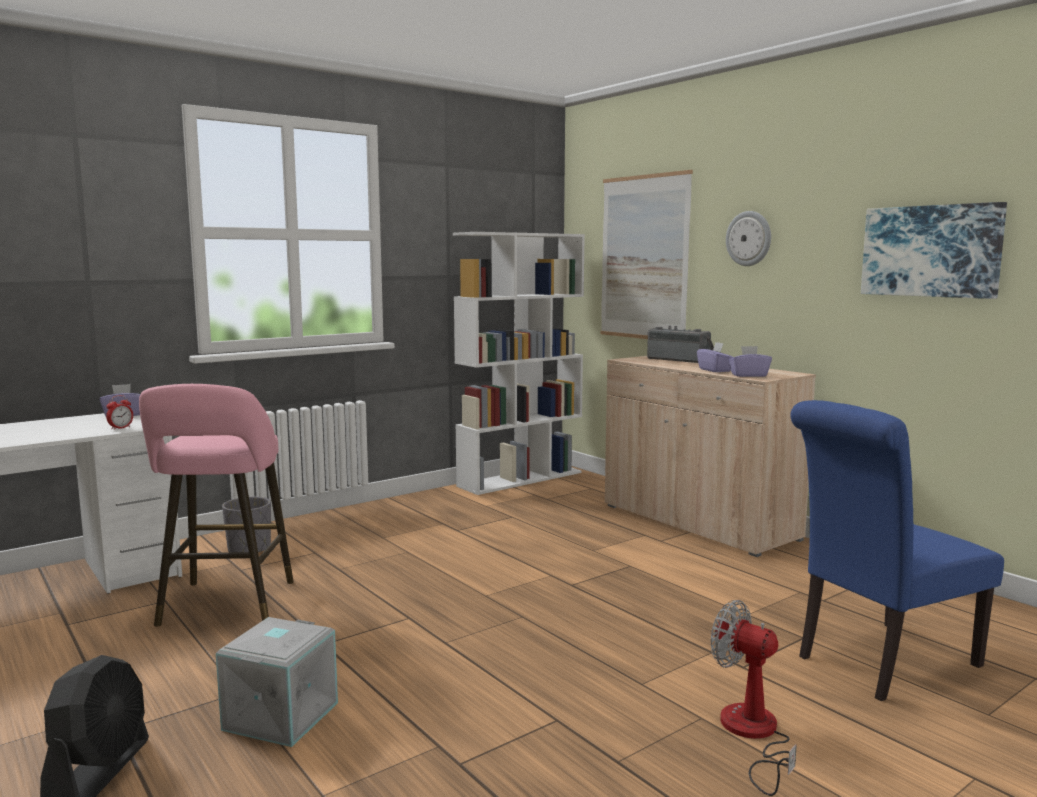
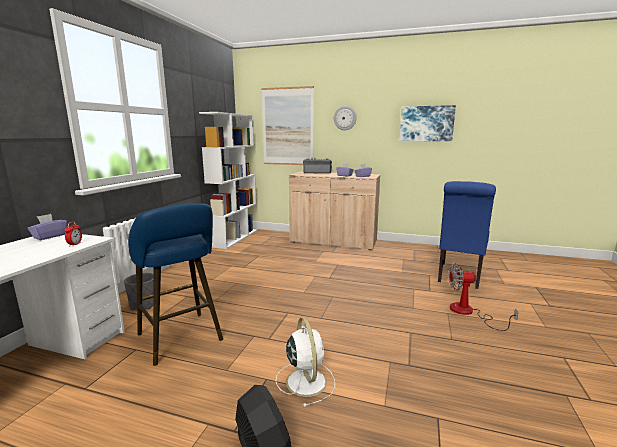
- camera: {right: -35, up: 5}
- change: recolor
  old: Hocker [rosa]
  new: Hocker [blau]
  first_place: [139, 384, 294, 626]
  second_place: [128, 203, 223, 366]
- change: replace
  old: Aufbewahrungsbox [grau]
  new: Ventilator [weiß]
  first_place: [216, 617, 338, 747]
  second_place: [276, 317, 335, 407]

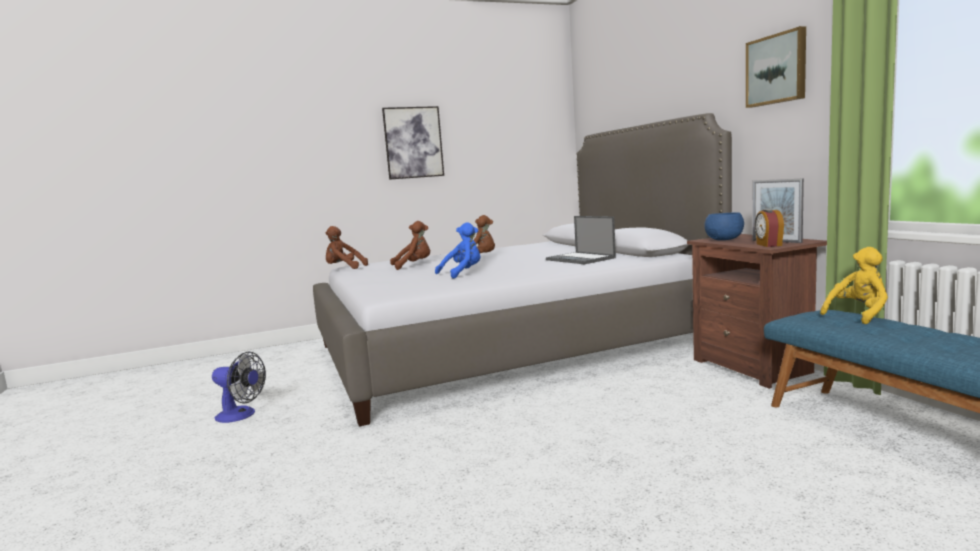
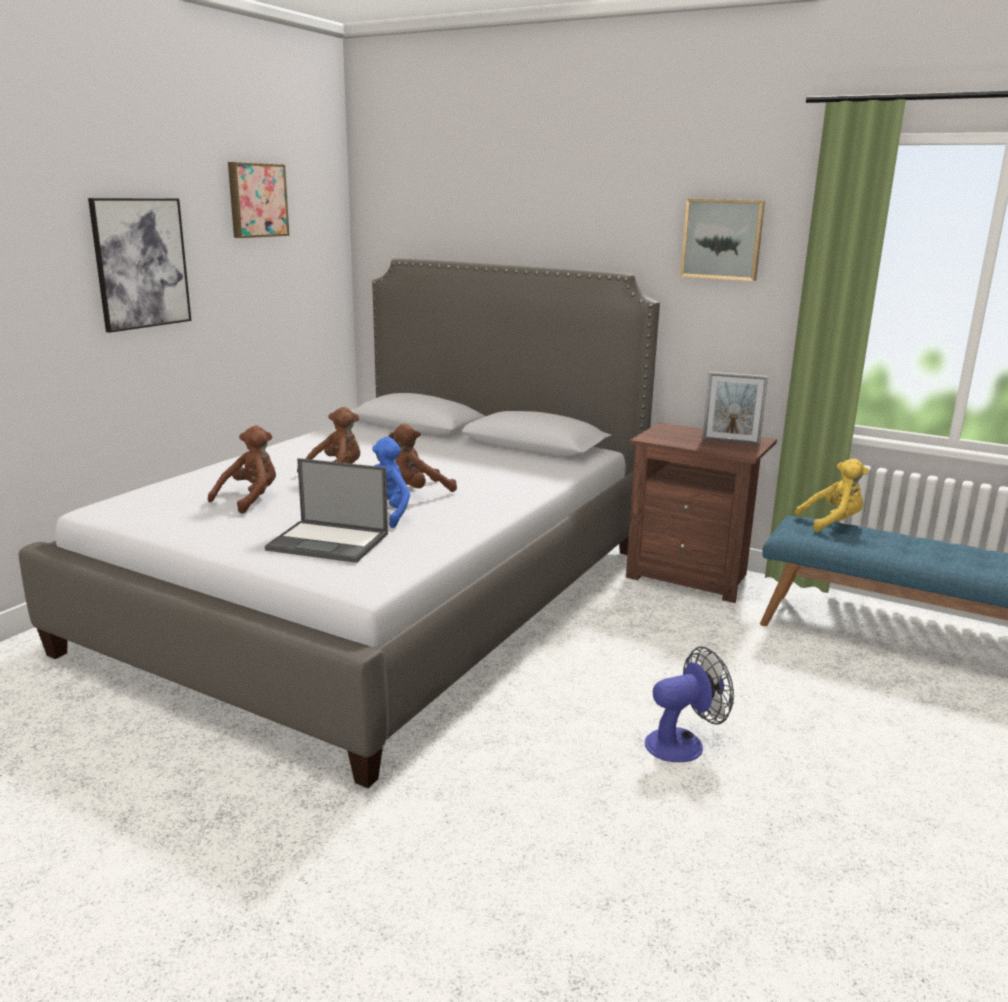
- camera: {right: -40, up: 10}
- change: insert
  new: Bild
  second_place: [228, 162, 290, 238]
- change: move
  old: Laptop
  first_place: [546, 216, 616, 264]
  second_place: [265, 458, 388, 563]
- change: move
  old: Plüschtier [braun]
  first_place: [326, 226, 368, 269]
  second_place: [388, 424, 457, 492]
- change: move
  old: Ventilator
  first_place: [212, 352, 266, 423]
  second_place: [645, 646, 734, 762]
- change: rotate
  old: Plüschtier [gelb]
  first_place: [820, 247, 888, 324]
  second_place: [795, 459, 869, 532]
  degrees: 60
- change: delete
  old: Schüssel [blau]
  first_place: [704, 212, 744, 240]
- change: delete
  old: Wecker
  first_place: [755, 209, 784, 247]

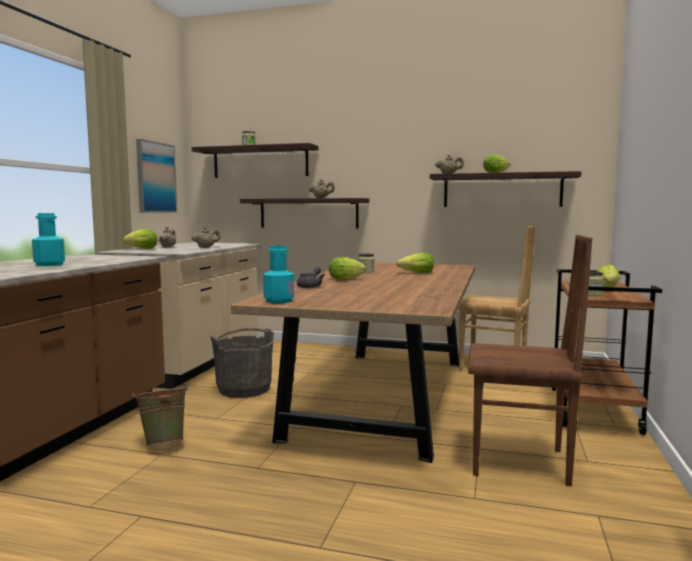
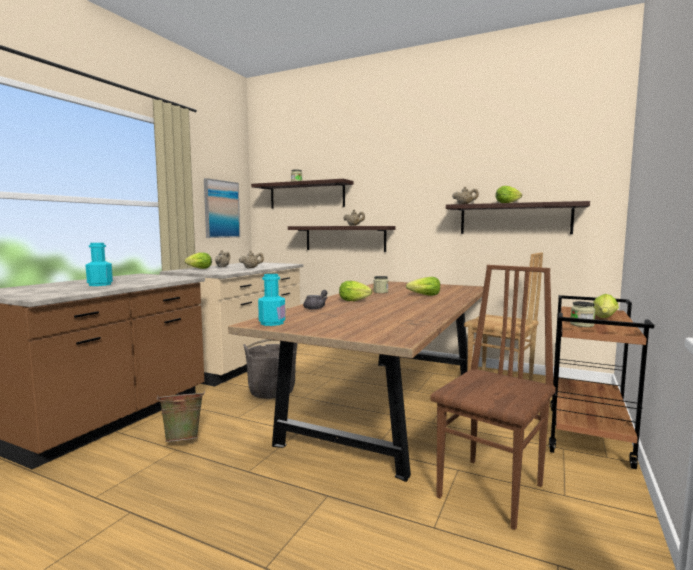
- camera: {right: 10, up: 0}
- change: rotate
  old: Stuhl [braun]
  first_place: [468, 235, 592, 486]
  second_place: [430, 265, 556, 530]
  degrees: -75

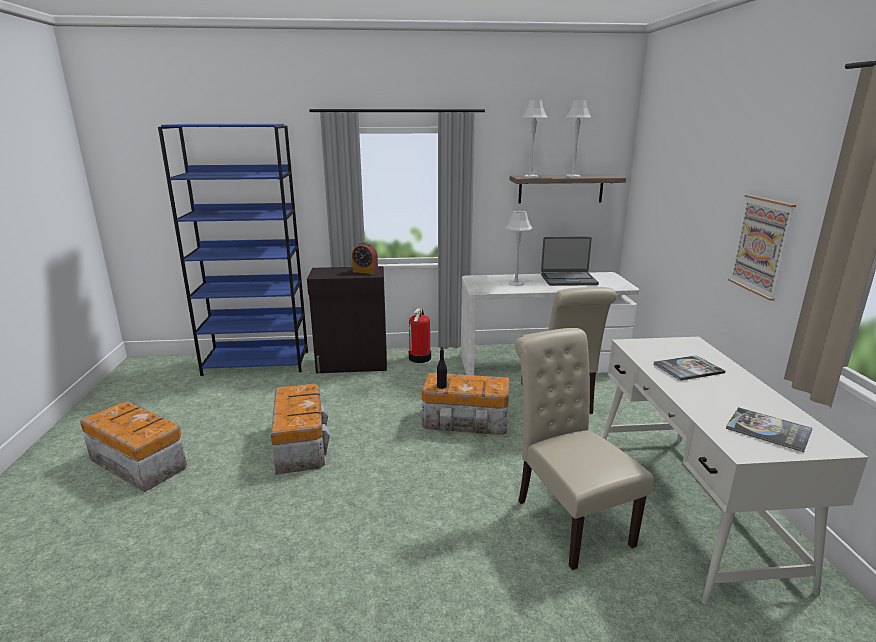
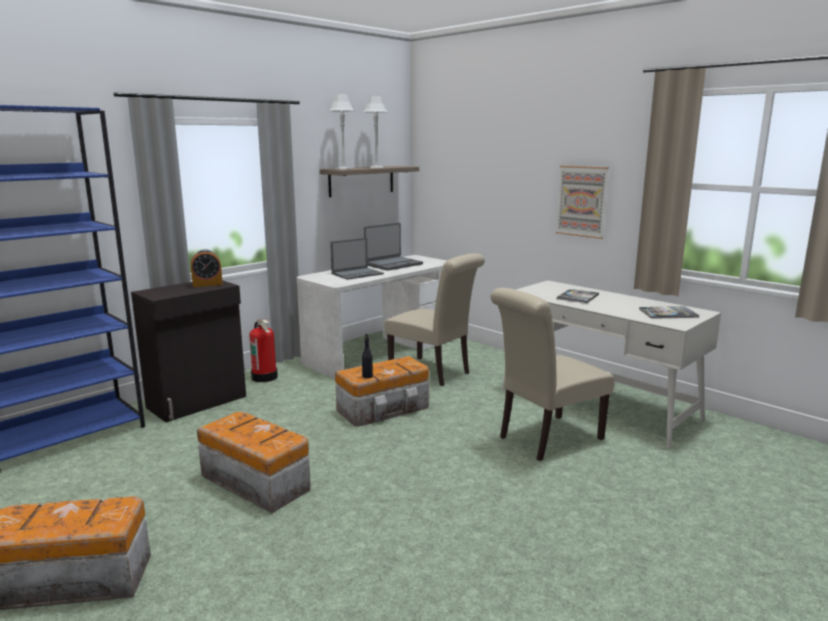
- camera: {right: -40, up: -5}
- change: replace
  old: Tischlampe [grau]
  new: Laptop
  first_place: [506, 211, 532, 286]
  second_place: [330, 238, 384, 280]
- change: rotate
  old: Stuhl [beige]
  first_place: [515, 328, 654, 570]
  second_place: [491, 288, 615, 461]
  degrees: -60

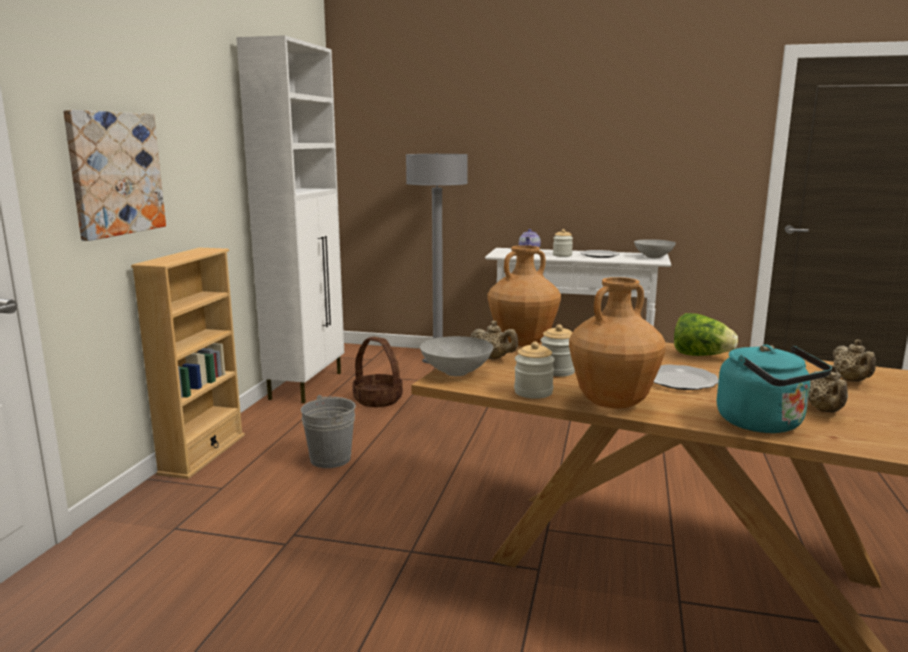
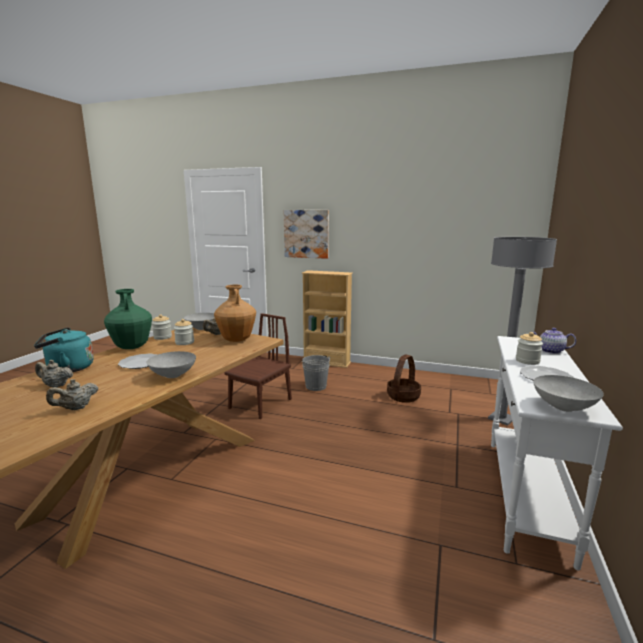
- camera: {right: 95, up: 0}
- change: rotate
  old: Teekanne [beige]
  first_place: [832, 339, 876, 382]
  second_place: [46, 379, 98, 410]
  degrees: -45
- change: recolor
  old: Vase [braun]
  new: Vase [grün]
  first_place: [569, 277, 666, 409]
  second_place: [104, 289, 152, 349]
- change: replace
  old: Salatkopf
  new: Schüssel [grau]
  first_place: [674, 313, 738, 356]
  second_place: [146, 351, 196, 378]
- change: insert
  new: Stuhl [braun]
  second_place: [224, 313, 292, 419]
- change: delete
  old: Schrank [weiß]
  first_place: [236, 35, 344, 403]

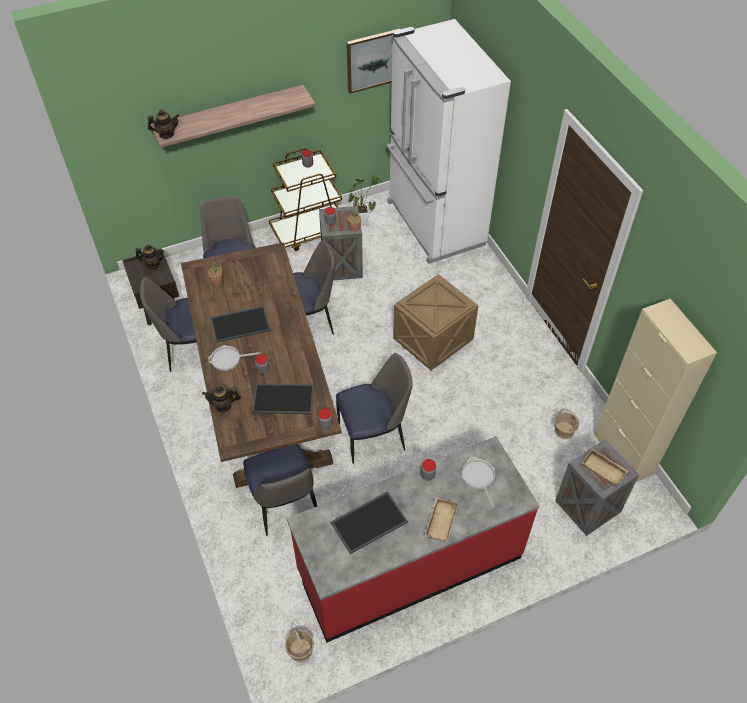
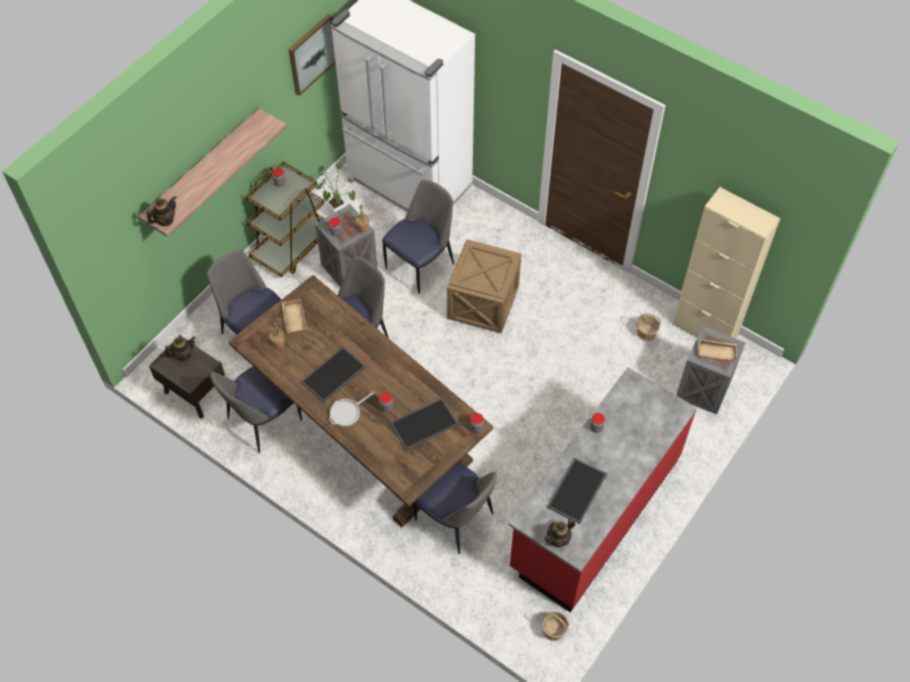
- camera: {right: -30, up: 5}
- change: move
  old: Tablett [beige]
  first_place: [424, 497, 458, 542]
  second_place: [282, 299, 307, 334]
- change: move
  old: Stuhl
  first_place: [336, 353, 412, 464]
  second_place: [382, 180, 454, 294]
- change: move
  old: Teekanne
  first_place: [202, 385, 241, 412]
  second_place: [544, 518, 575, 548]
- change: delete
  old: Pfanne
  first_place: [462, 457, 495, 508]

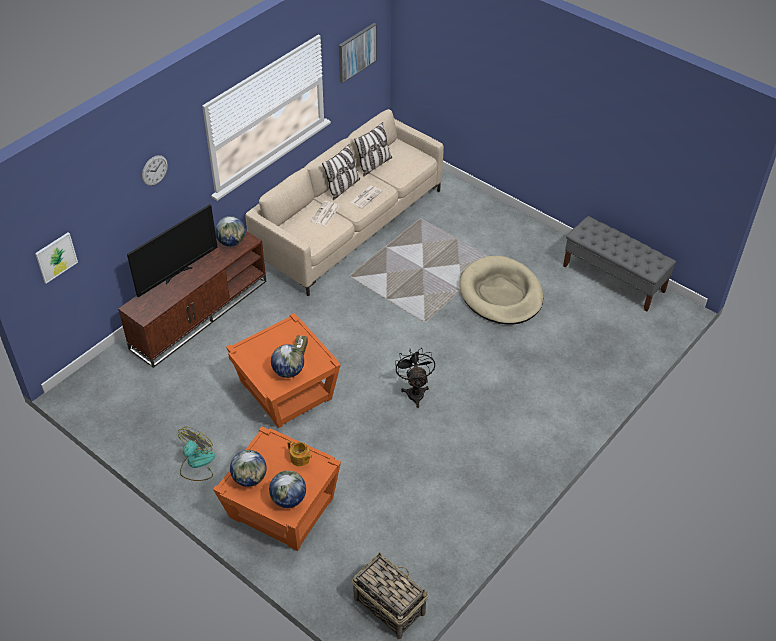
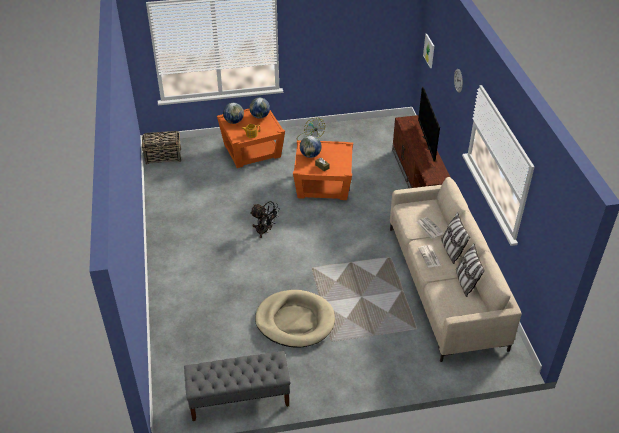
- camera: {right: 130, up: -5}
- change: delete
  old: Globus
  first_place: [215, 216, 245, 247]
- change: delete
  old: Bild
  first_place: [339, 23, 377, 83]

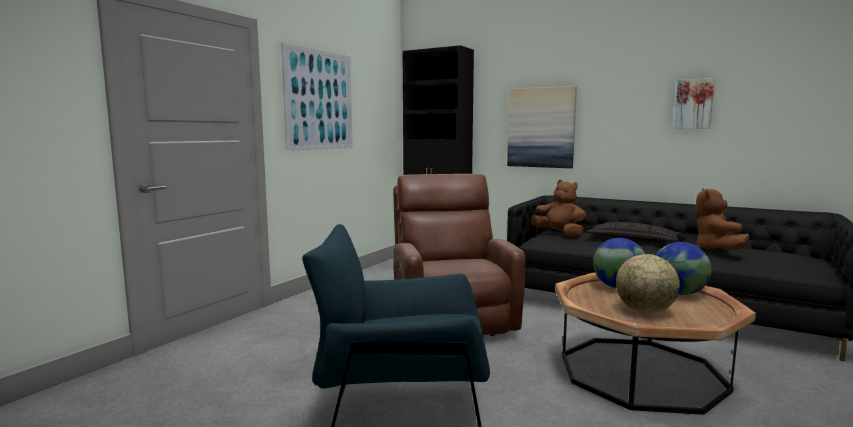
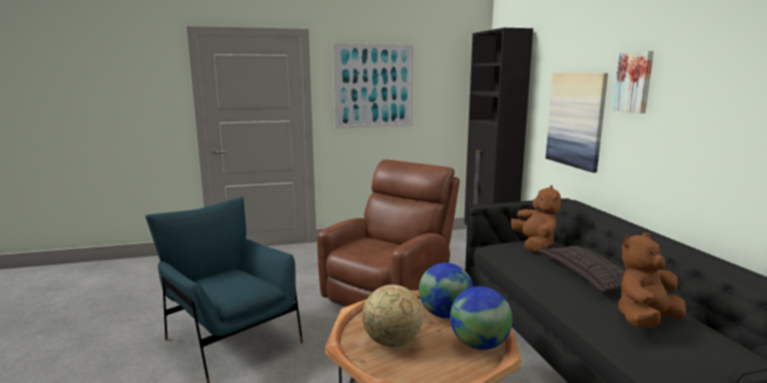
- camera: {right: 45, up: 5}
- change: move
  old: Bild
  first_place: [674, 78, 715, 129]
  second_place: [613, 51, 654, 113]

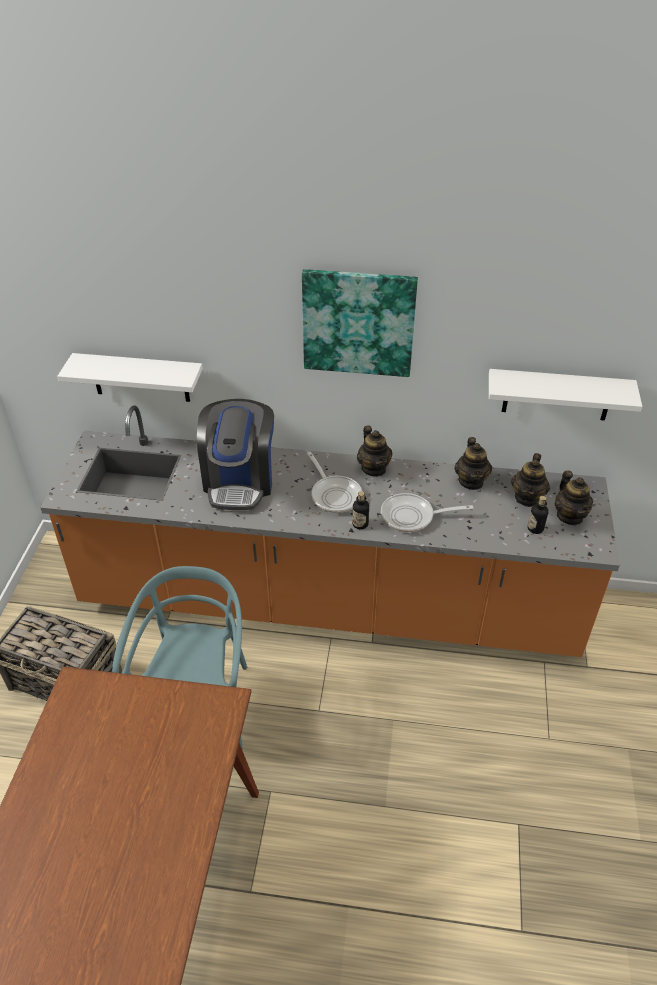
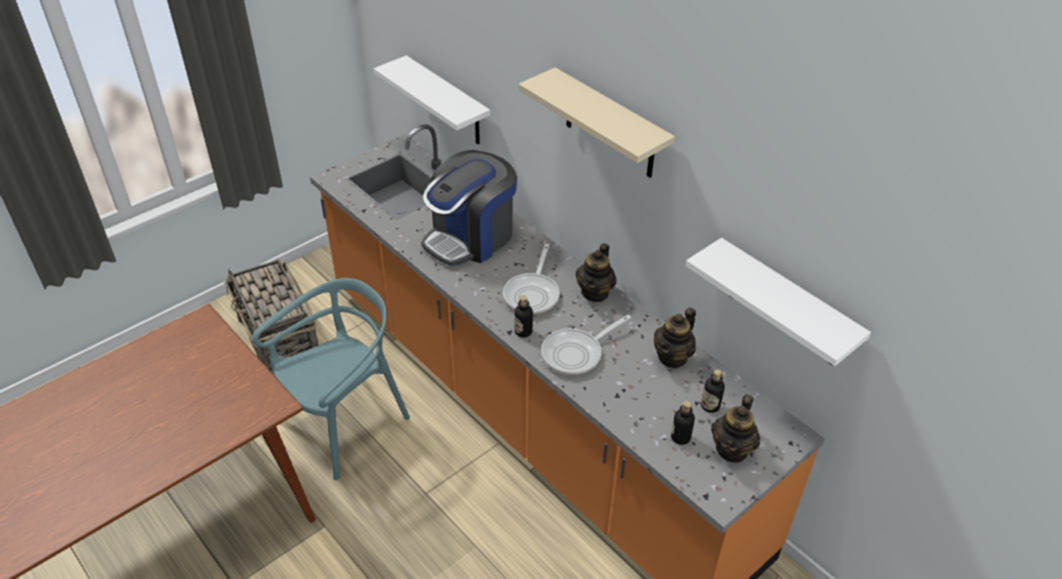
- camera: {right: 40, up: 0}
- change: replace
  old: Bild
  new: Wandregal [beige]
  first_place: [302, 269, 418, 377]
  second_place: [519, 67, 675, 178]
- change: rotate
  old: Pfanne
  first_place: [381, 493, 473, 532]
  second_place: [541, 315, 631, 375]
  degrees: -75
- change: replace
  old: Teekanne
  new: Flasche
  first_place: [511, 453, 550, 507]
  second_place: [701, 369, 725, 413]

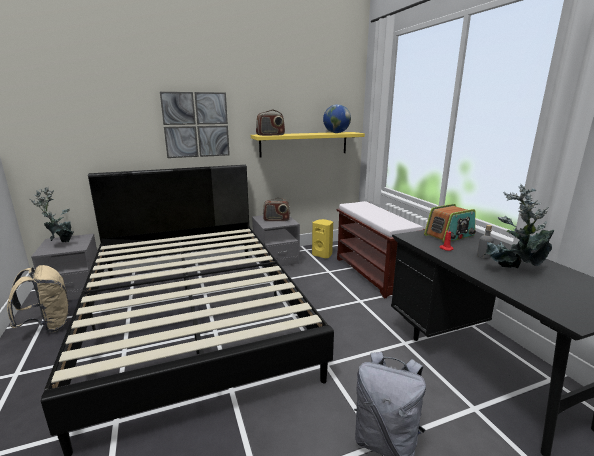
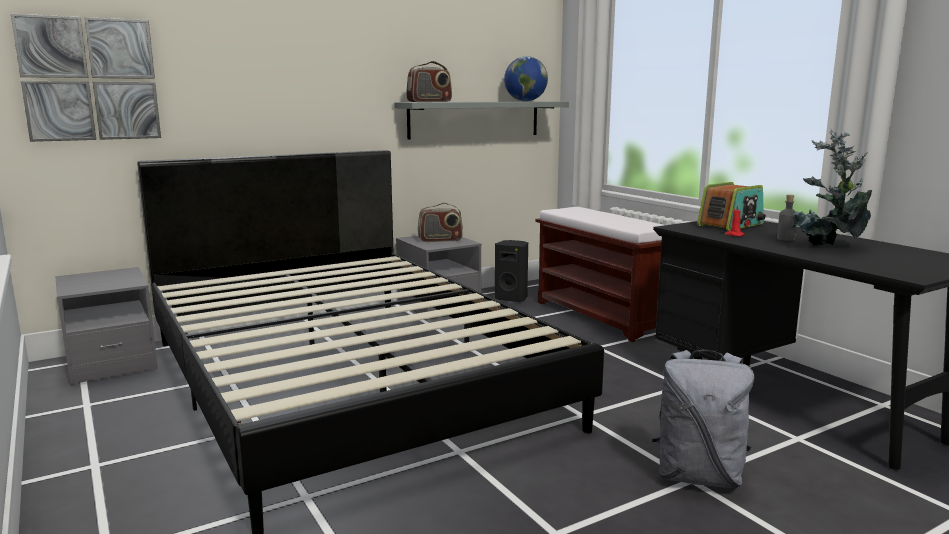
- camera: {right: -10, up: -5}
- change: move
  old: Bild
  first_place: [160, 92, 230, 158]
  second_place: [11, 13, 161, 142]
- change: recolor
  old: Wandregal [gelb]
  new: Wandregal [grau]
  first_place: [251, 132, 365, 157]
  second_place: [394, 101, 569, 140]
- change: recolor
  old: Lautsprecher [gelb]
  new: Lautsprecher [schwarz]
  first_place: [312, 219, 333, 258]
  second_place: [495, 240, 528, 302]
- change: delete
  old: Rucksack [beige]
  first_place: [7, 265, 69, 333]
- change: delete
  old: Topfpflanze
  first_place: [29, 187, 74, 242]

